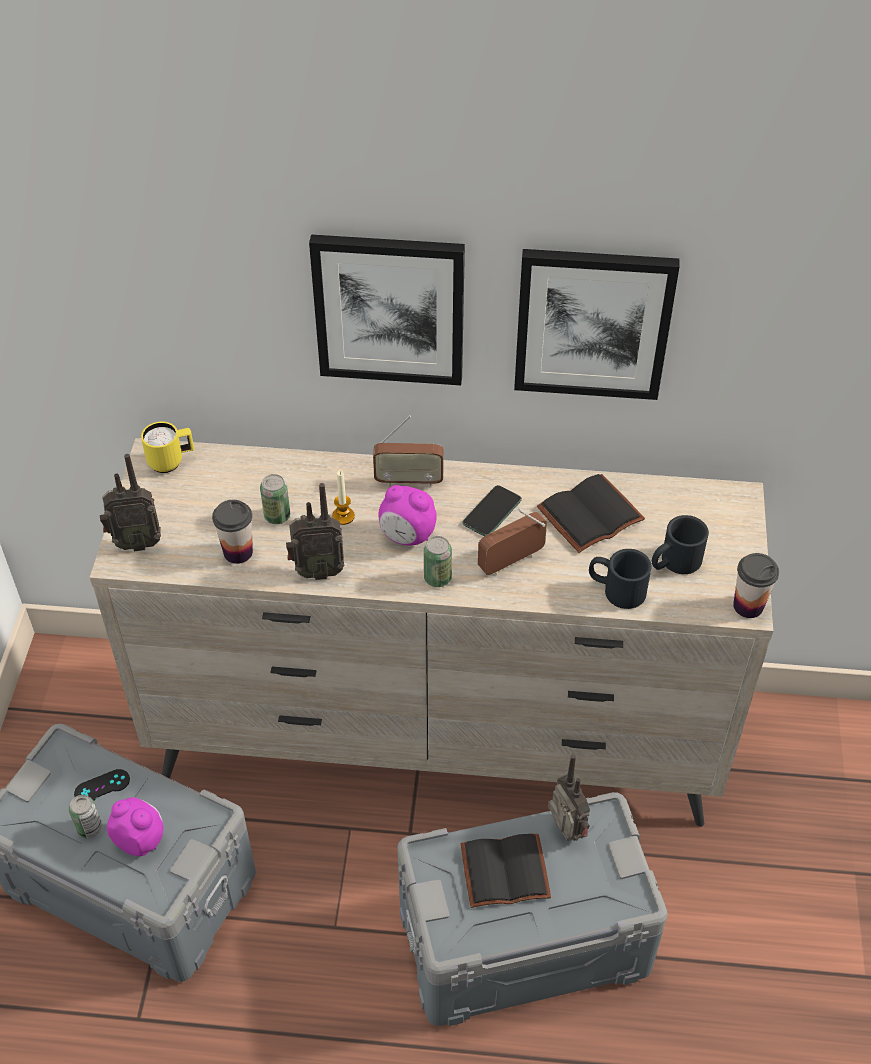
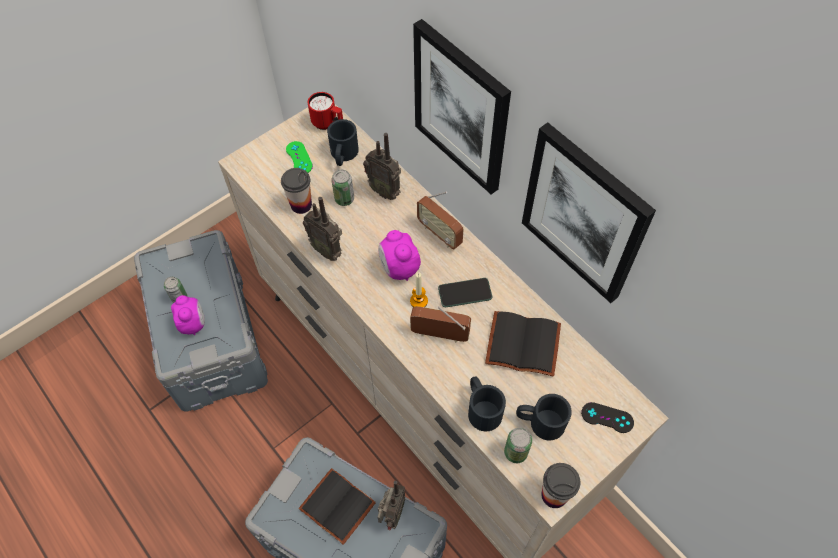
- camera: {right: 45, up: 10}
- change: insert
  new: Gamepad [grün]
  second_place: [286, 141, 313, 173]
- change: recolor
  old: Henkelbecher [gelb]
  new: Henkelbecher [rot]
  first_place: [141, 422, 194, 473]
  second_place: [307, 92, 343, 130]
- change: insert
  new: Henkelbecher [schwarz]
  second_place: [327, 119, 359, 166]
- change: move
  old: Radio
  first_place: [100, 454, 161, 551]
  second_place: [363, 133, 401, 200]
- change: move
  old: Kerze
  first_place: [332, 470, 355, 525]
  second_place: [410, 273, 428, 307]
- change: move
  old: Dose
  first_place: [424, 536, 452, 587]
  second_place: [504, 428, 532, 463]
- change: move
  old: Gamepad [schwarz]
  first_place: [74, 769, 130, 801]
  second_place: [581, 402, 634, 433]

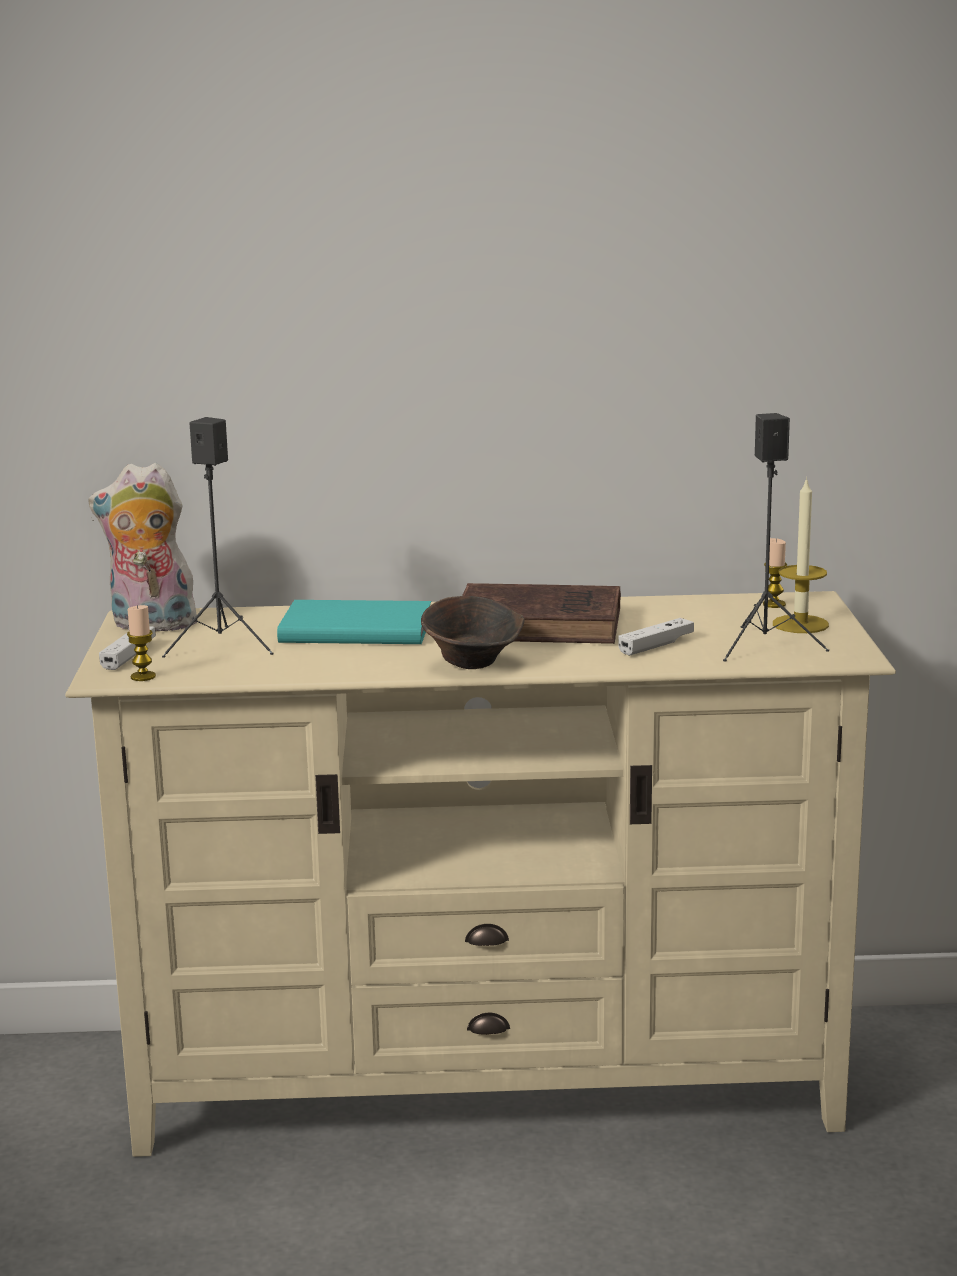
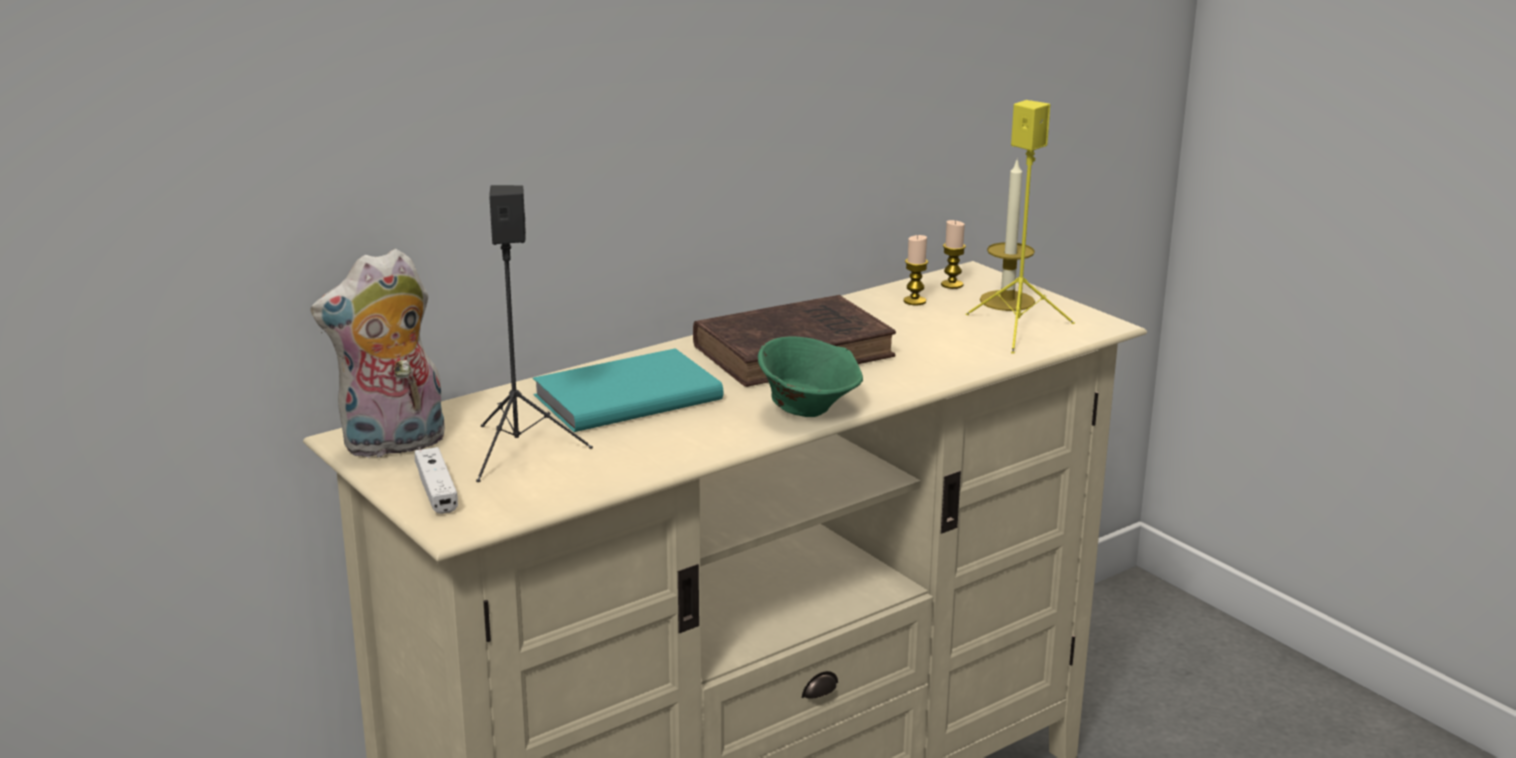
- camera: {right: -35, up: 5}
- change: recolor
  old: Schüssel [braun]
  new: Schüssel [grün]
  first_place: [421, 596, 525, 669]
  second_place: [758, 336, 863, 417]
- change: move
  old: Kerze
  first_place: [127, 605, 156, 681]
  second_place: [904, 235, 928, 305]
- change: recolor
  old: Lautsprecher [schwarz]
  new: Lautsprecher [gelb]
  first_place: [723, 413, 829, 661]
  second_place: [966, 100, 1075, 354]
- change: delete
  old: Gamepad [weiß]
  first_place: [618, 618, 694, 656]

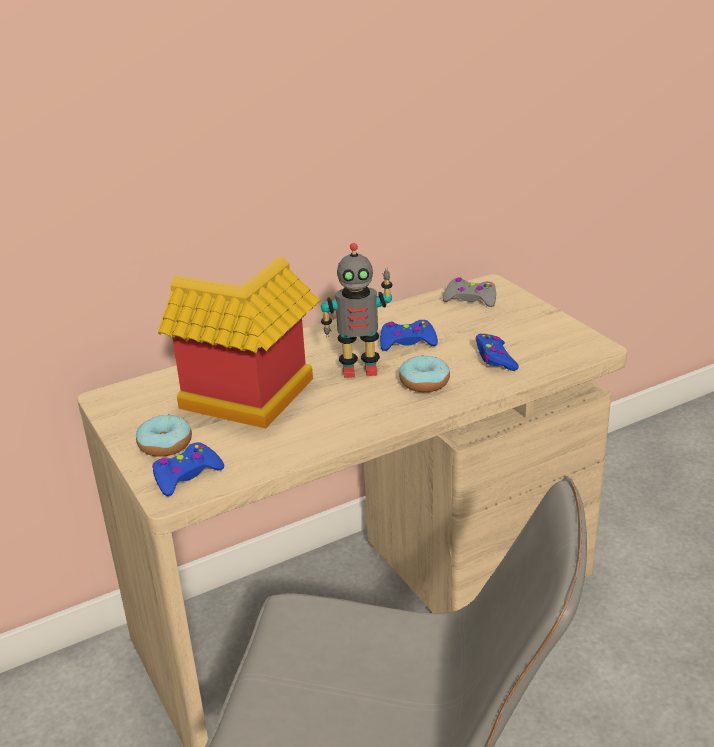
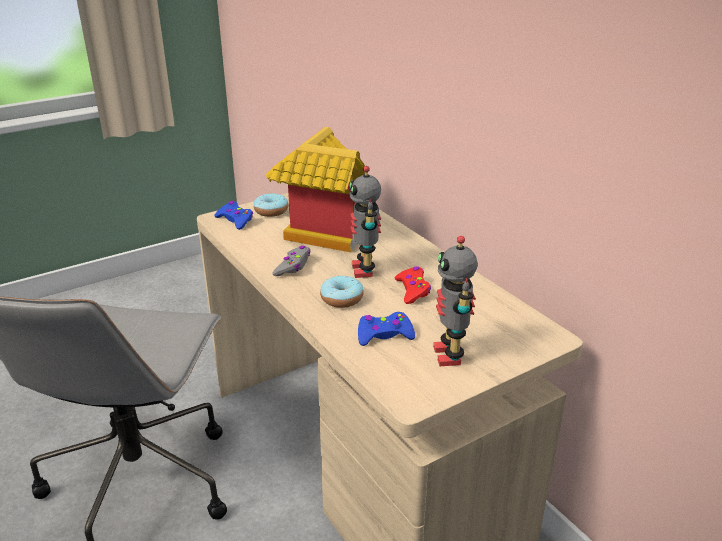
- camera: {right: 85, up: 0}
- change: move
  old: Gamepad [grau]
  first_place: [442, 277, 496, 307]
  second_place: [272, 246, 310, 276]
- change: recolor
  old: Gamepad [blau]
  new: Gamepad [rot]
  first_place: [380, 320, 438, 351]
  second_place: [395, 266, 431, 304]
- change: insert
  new: Spielzeugroboter
  second_place: [433, 236, 478, 366]

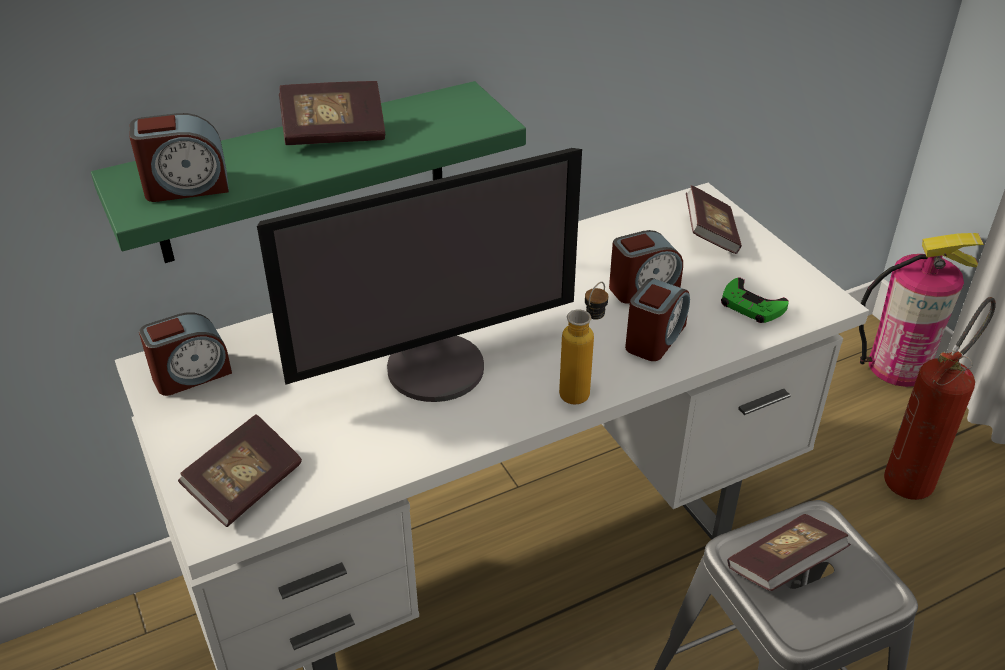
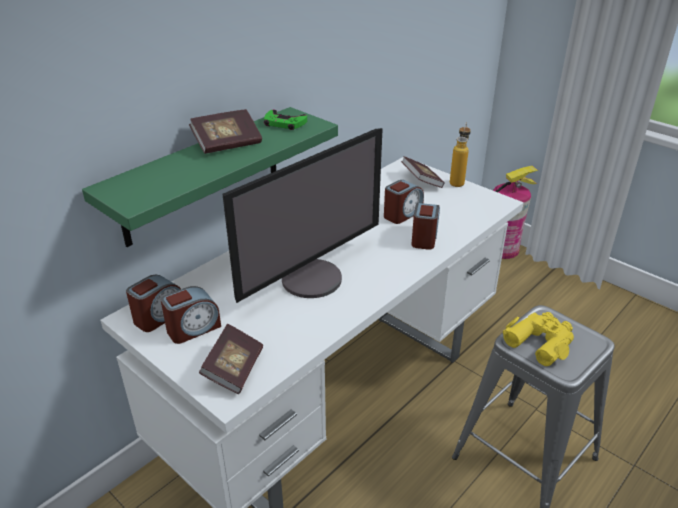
- camera: {right: -20, up: -5}
- change: move
  old: Wecker
  first_place: [129, 113, 229, 202]
  second_place: [161, 286, 221, 344]
- change: move
  old: Gamepad [grün]
  first_place: [721, 278, 789, 323]
  second_place: [264, 110, 307, 130]
- change: move
  old: Flasche
  first_place: [559, 282, 608, 404]
  second_place: [450, 123, 471, 187]
- change: replace
  old: Buch
  new: Fernglas [gelb]
  first_place: [727, 514, 851, 591]
  second_place: [503, 312, 574, 366]
- change: delete
  old: Feuerlöscher
  first_place: [884, 297, 996, 500]

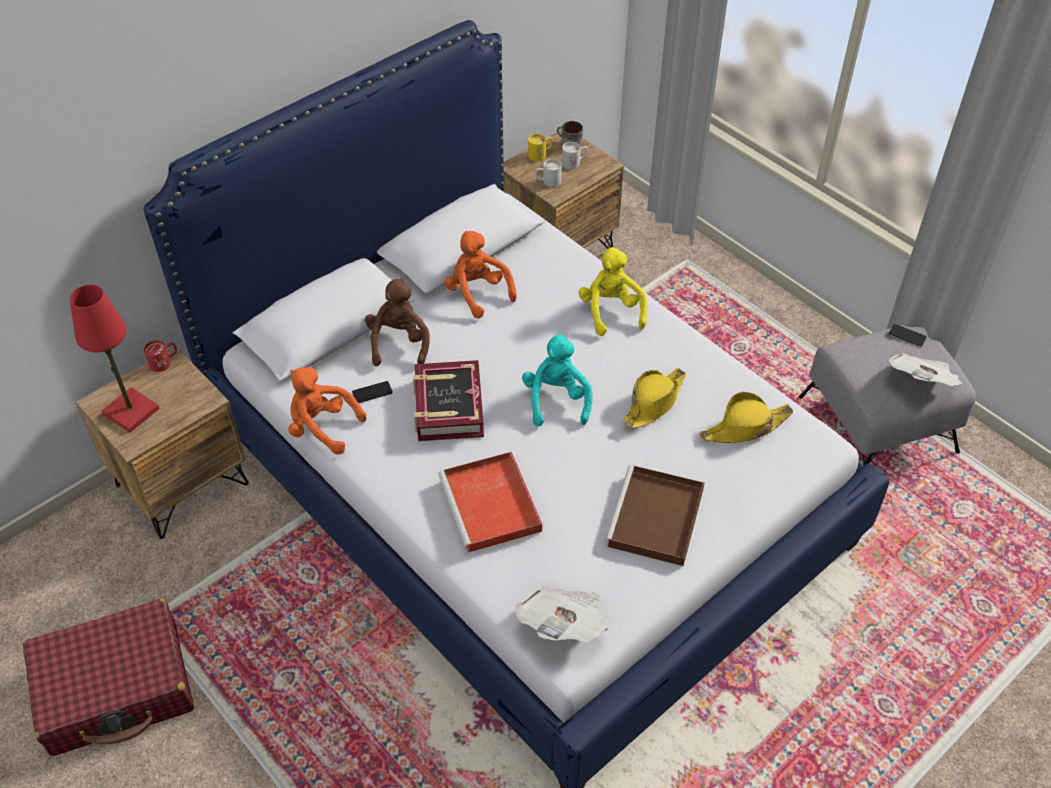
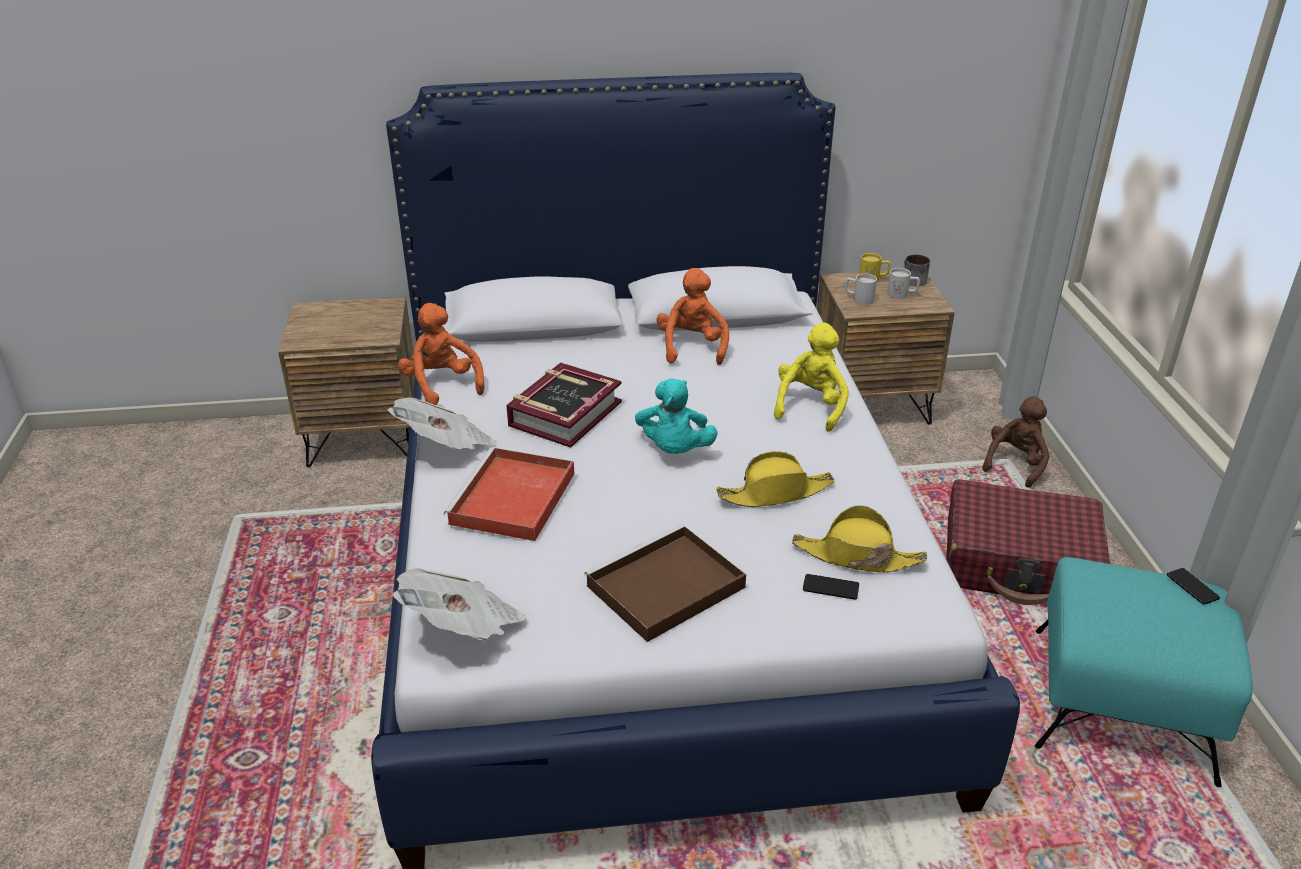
- camera: {right: 35, up: -15}
- change: move
  old: Zeitung
  first_place: [889, 353, 963, 386]
  second_place: [387, 397, 497, 450]
- change: rotate
  old: Plüschtier [türkis]
  first_place: [522, 334, 593, 426]
  second_place: [635, 378, 718, 454]
  degrees: 150
- change: move
  old: Handy
  first_place: [352, 381, 393, 403]
  second_place: [803, 574, 859, 600]
- change: move
  old: Koffer [rot]
  first_place: [23, 599, 194, 756]
  second_place: [946, 479, 1110, 605]
- change: move
  old: Plüschtier [braun]
  first_place: [365, 278, 430, 366]
  second_place: [982, 396, 1049, 488]
- change: recolor
  old: Polsterhocker [grau]
  new: Polsterhocker [türkis]
  first_place: [799, 325, 976, 465]
  second_place: [1035, 557, 1253, 787]
- change: delete
  old: Tischlampe [rot]
  first_place: [70, 285, 159, 433]
- change: delete
  old: Henkelbecher [rot]
  first_place: [144, 340, 177, 372]

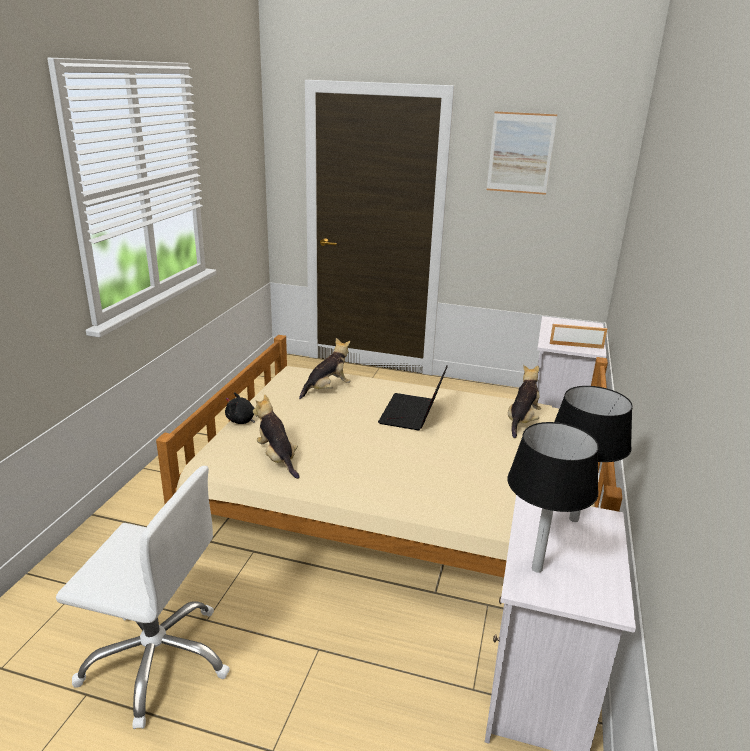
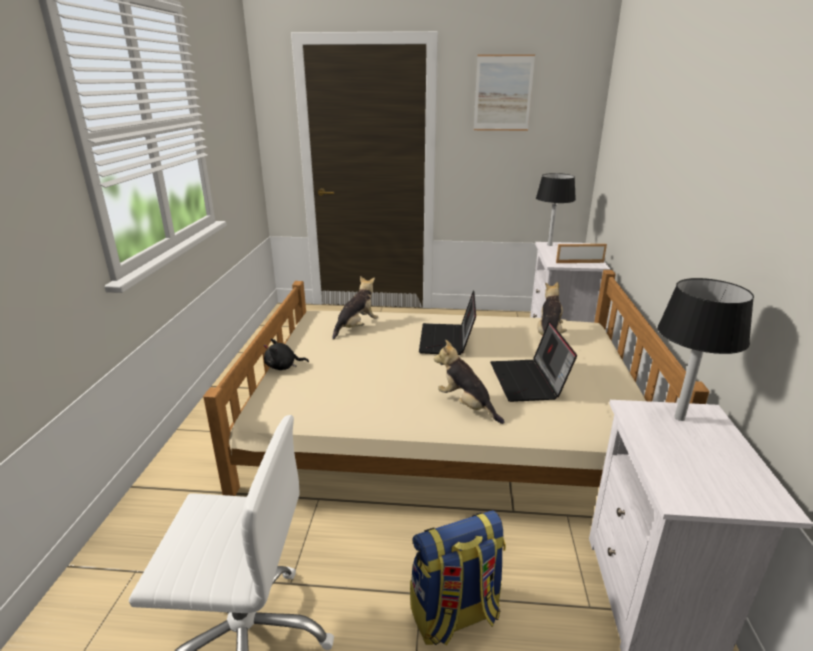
- camera: {right: -10, up: 0}
- change: insert
  new: Rucksack
  second_place: [410, 511, 506, 646]
- change: move
  old: Plüschtier
  first_place: [253, 394, 300, 479]
  second_place: [434, 340, 504, 424]
- change: insert
  new: Laptop
  second_place: [490, 321, 577, 402]
- change: move
  old: Tischlampe [schwarz]
  first_place: [507, 422, 599, 573]
  second_place: [536, 173, 576, 246]

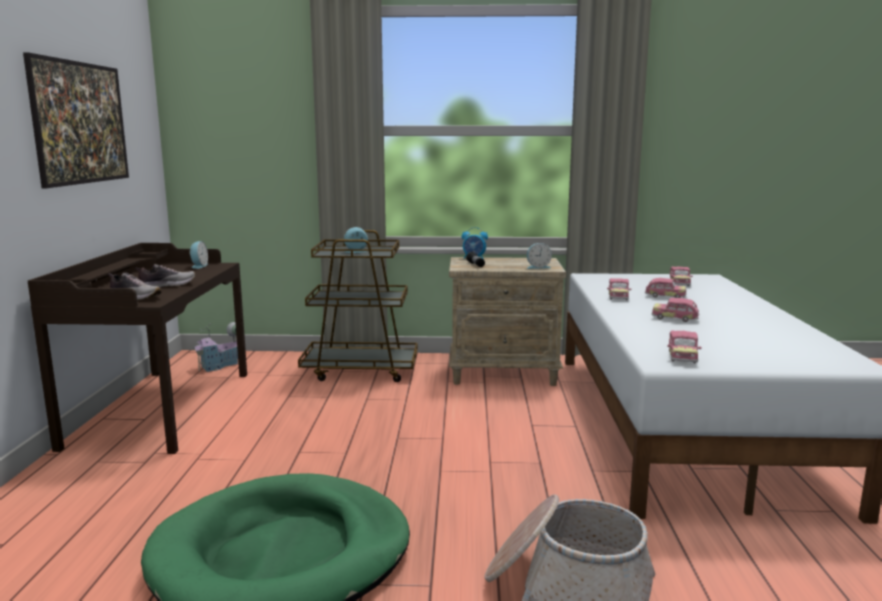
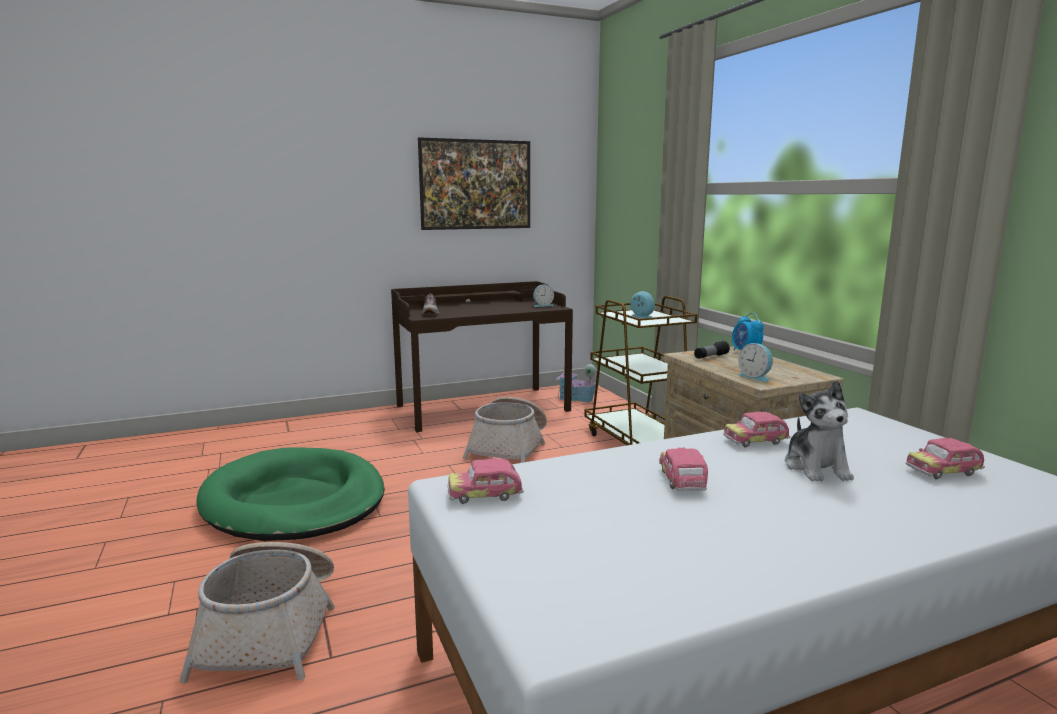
- camera: {right: 65, up: 0}
- change: insert
  new: Korb
  second_place: [463, 397, 547, 463]
- change: replace
  old: Spielzeugauto
  new: Plüschtier
  first_place: [645, 278, 687, 298]
  second_place: [785, 380, 854, 481]
- change: delete
  old: Schuh
  first_place: [135, 264, 195, 288]

